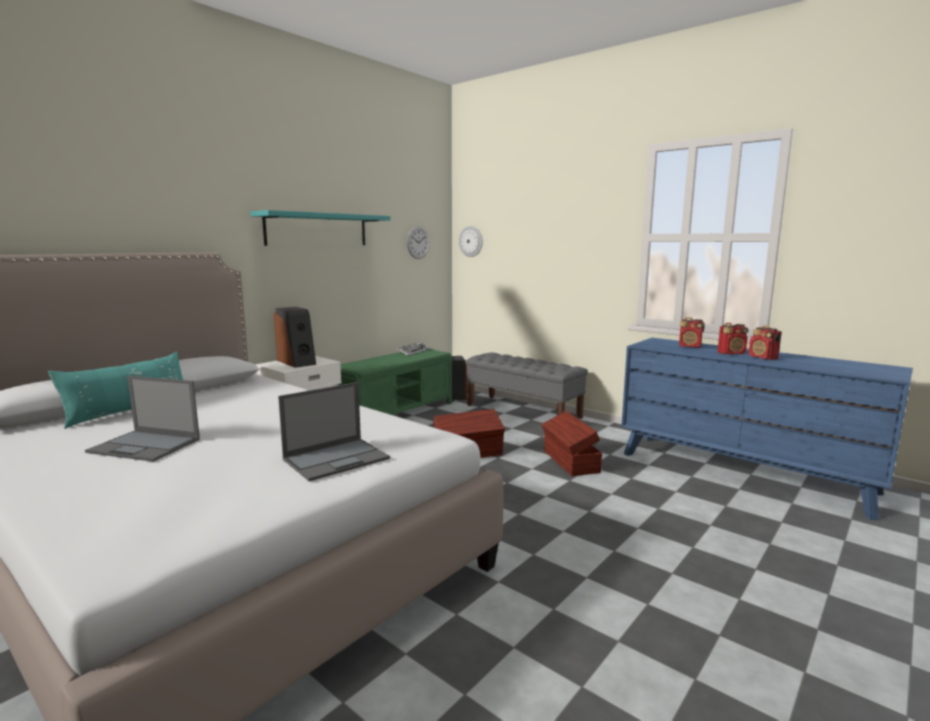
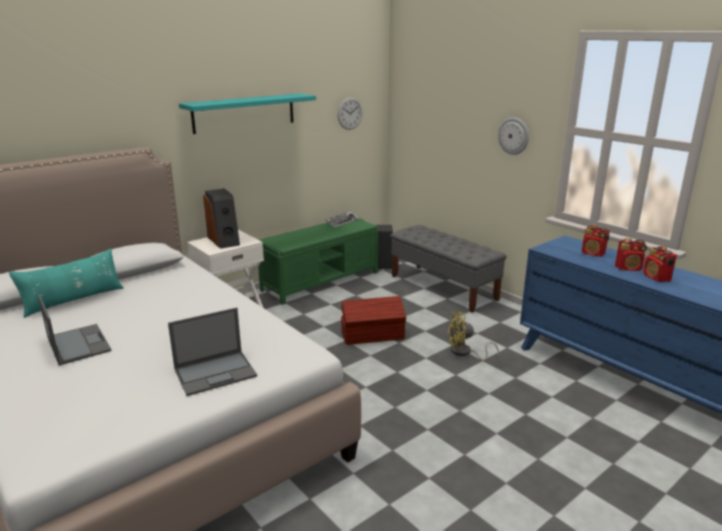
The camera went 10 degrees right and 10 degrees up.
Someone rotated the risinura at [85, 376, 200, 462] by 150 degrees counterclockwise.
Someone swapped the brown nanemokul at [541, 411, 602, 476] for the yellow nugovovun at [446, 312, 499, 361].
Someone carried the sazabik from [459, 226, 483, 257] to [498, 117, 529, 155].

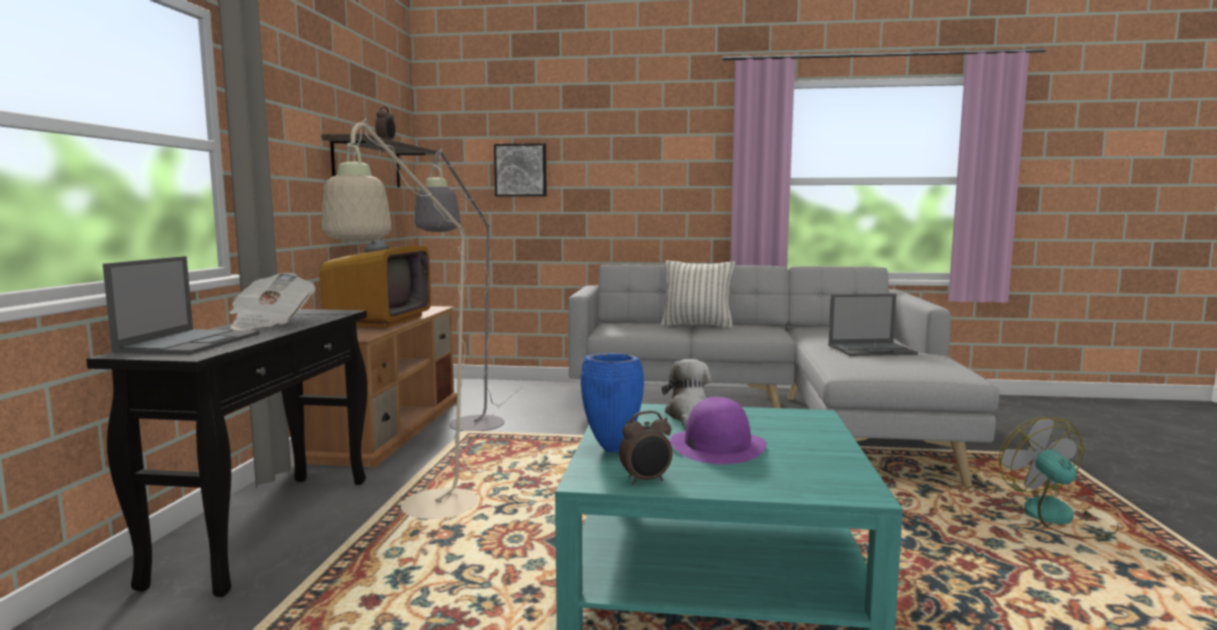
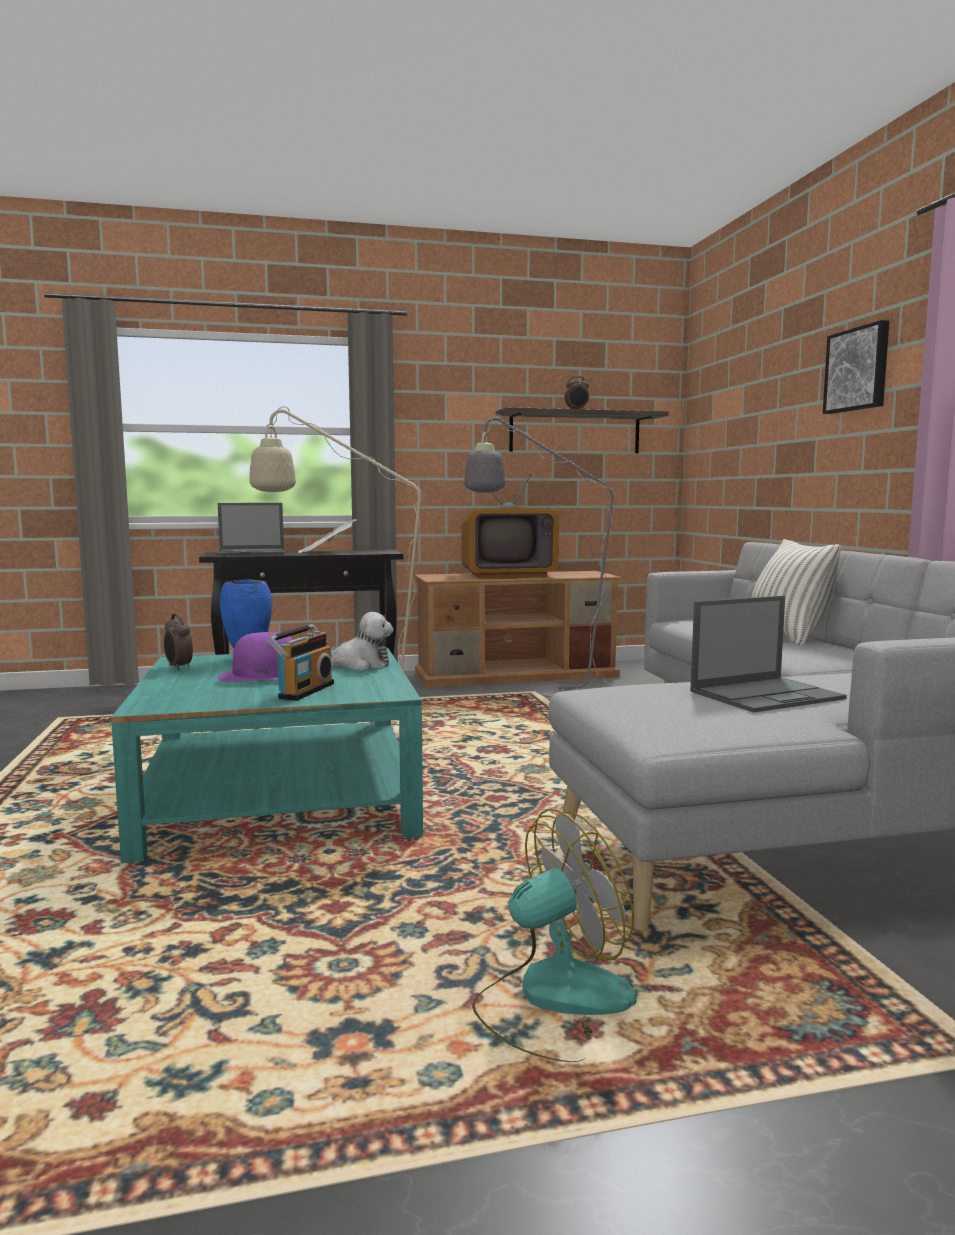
The camera went 70 degrees right and 0 degrees up.
Someone put down the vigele at [267, 624, 334, 701].
Someone rotated the risinura at [828, 294, 918, 356] by 90 degrees counterclockwise.
Someone carried the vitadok from [494, 143, 547, 196] to [823, 320, 889, 414].

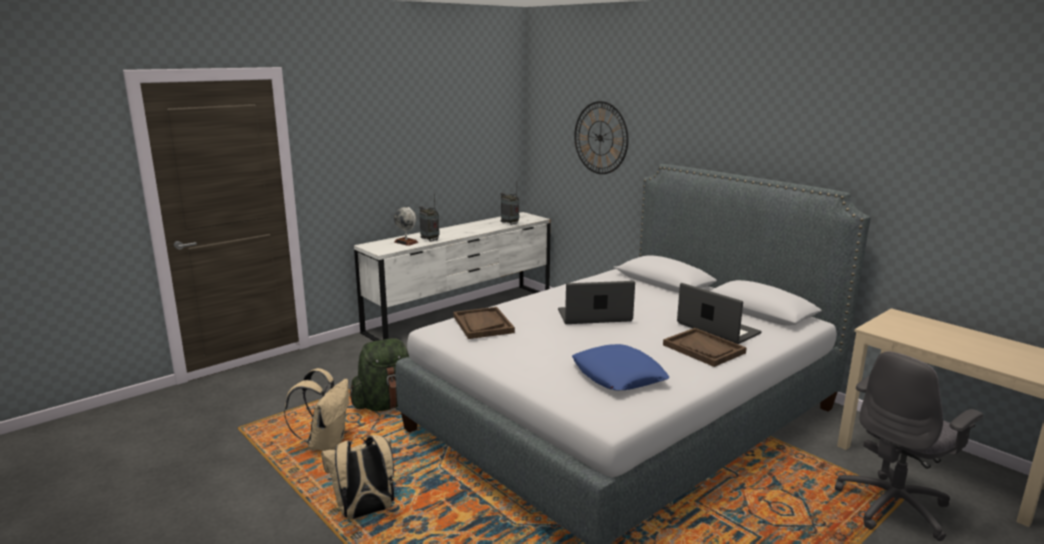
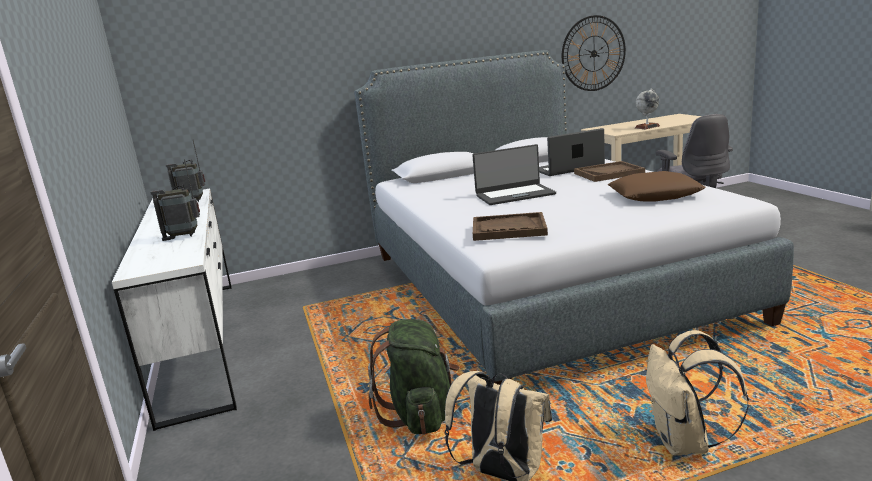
The camera went 65 degrees left and 0 degrees up.
Someone rotated the risinura at [558, 281, 635, 324] by 120 degrees counterclockwise.
Someone carried the sazabik from [574, 101, 628, 174] to [562, 15, 626, 91].
Someone repainted the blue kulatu at [572, 344, 670, 390], which became the brown kulatu at [608, 171, 706, 202].
Someone carried the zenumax from [394, 207, 418, 246] to [635, 89, 660, 129].

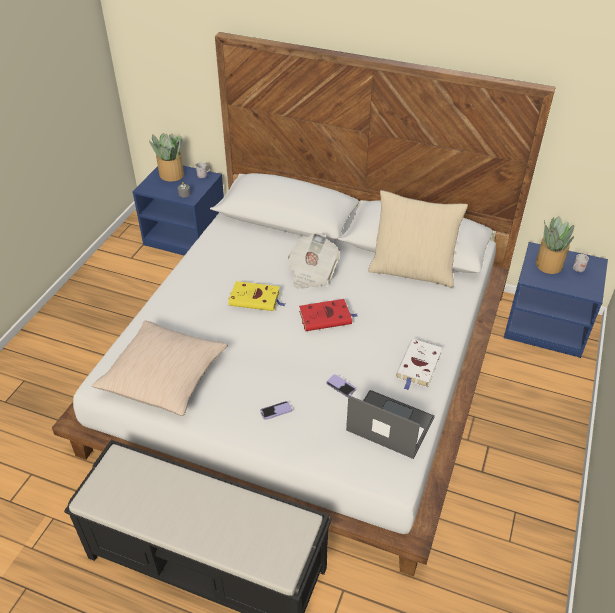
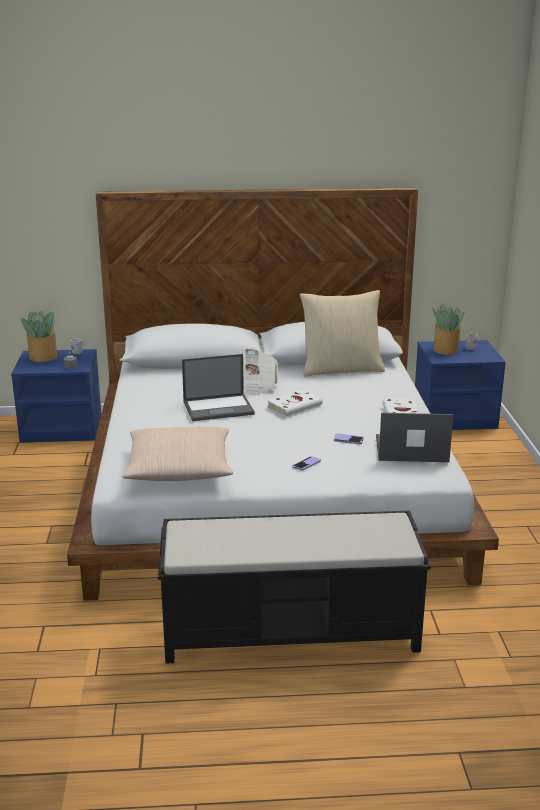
The camera went 25 degrees left and 20 degrees down.
Someone swapped the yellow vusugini at [228, 281, 285, 311] for the risinura at [182, 354, 255, 421].
Someone repainted the red vusugini at [299, 299, 357, 331], which became the white vusugini at [267, 389, 322, 417].

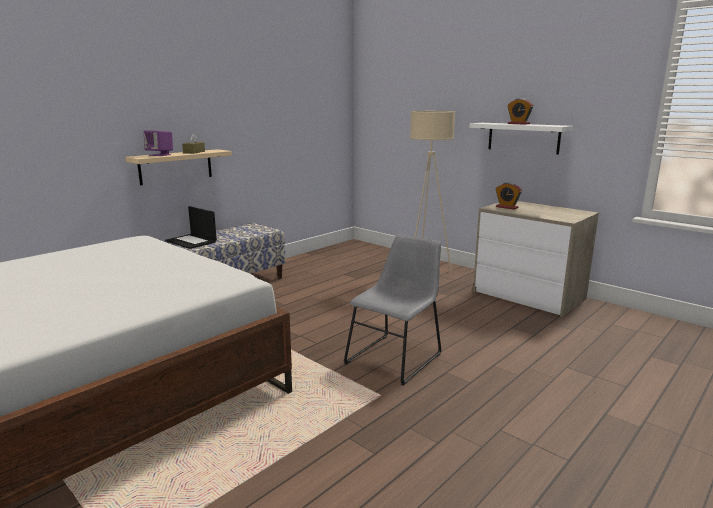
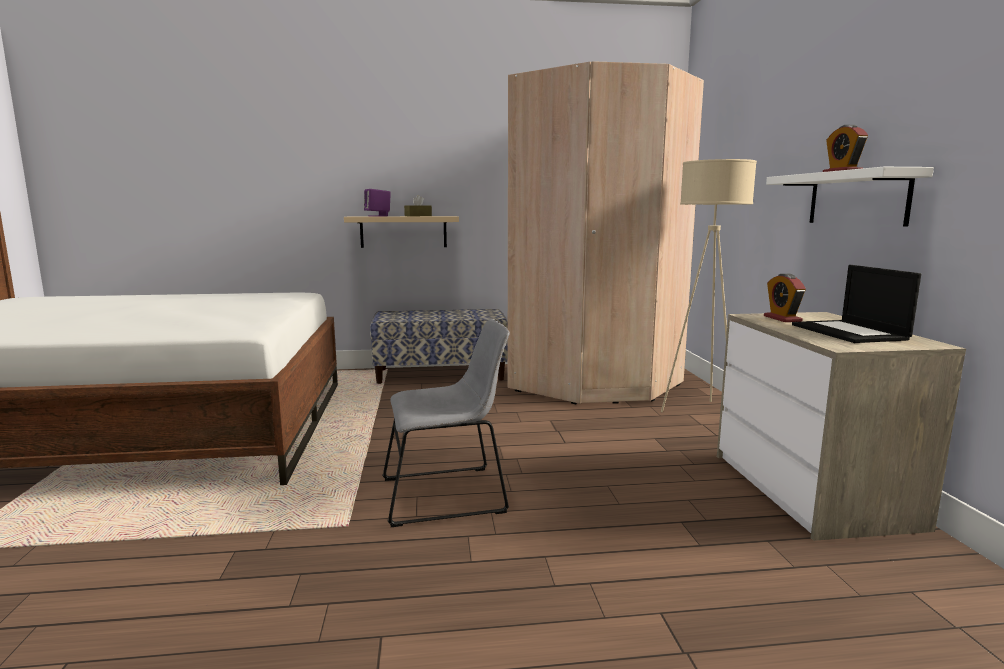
The camera went 40 degrees right and 5 degrees down.
Someone put down the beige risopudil at [507, 61, 704, 405].
Someone carried the risinura from [165, 206, 217, 249] to [792, 265, 921, 343].

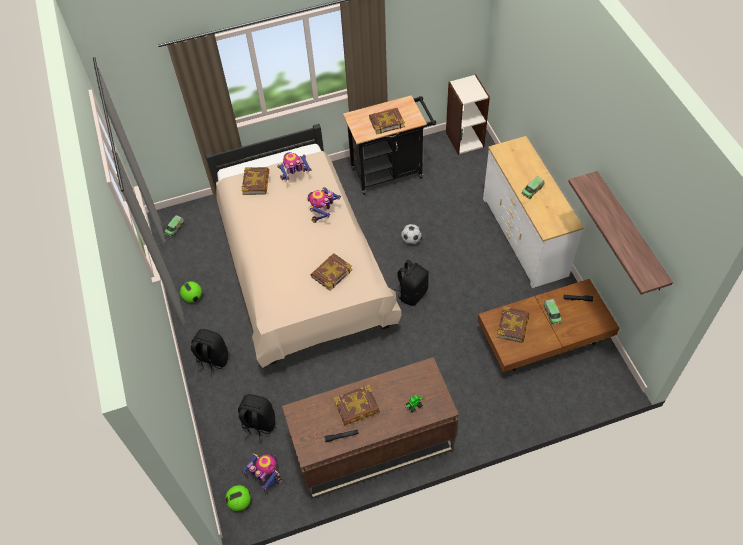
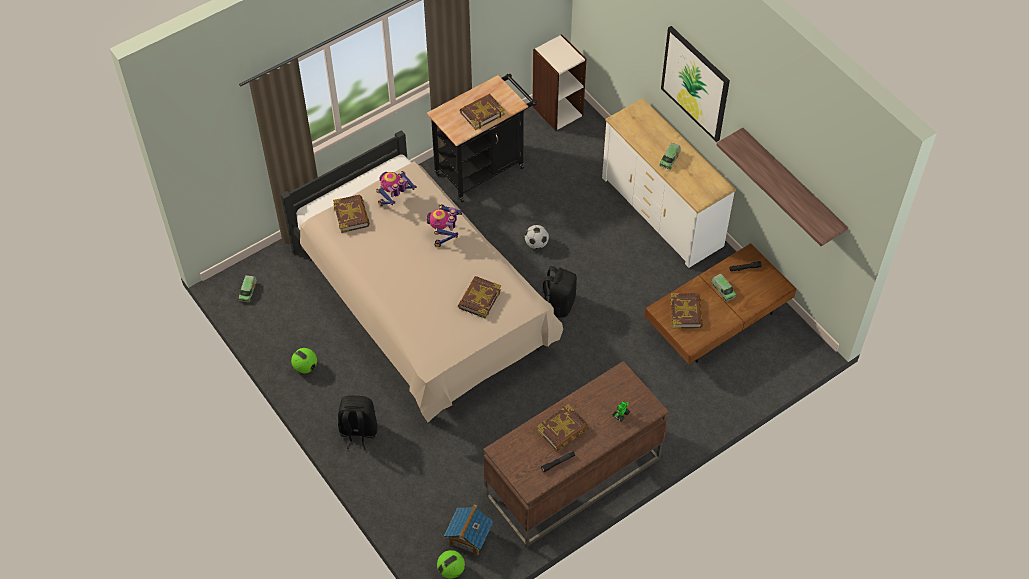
The camera went 20 degrees left and 0 degrees up.
Someone swapped the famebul at [242, 453, 282, 491] for the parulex at [444, 505, 493, 556].
Someone put up the vitadok at [661, 26, 730, 142].
Someone took away the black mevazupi at [238, 394, 276, 444].

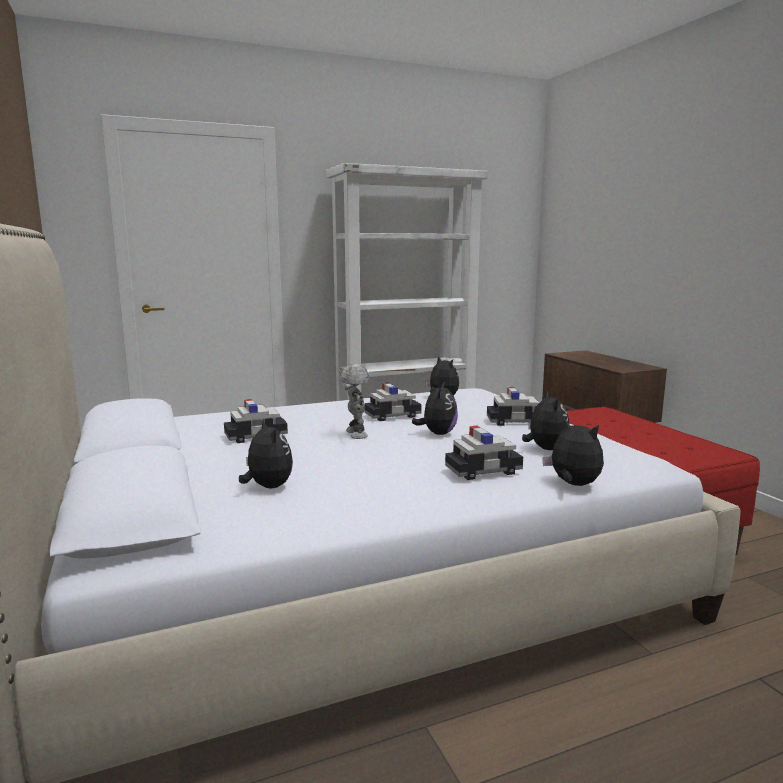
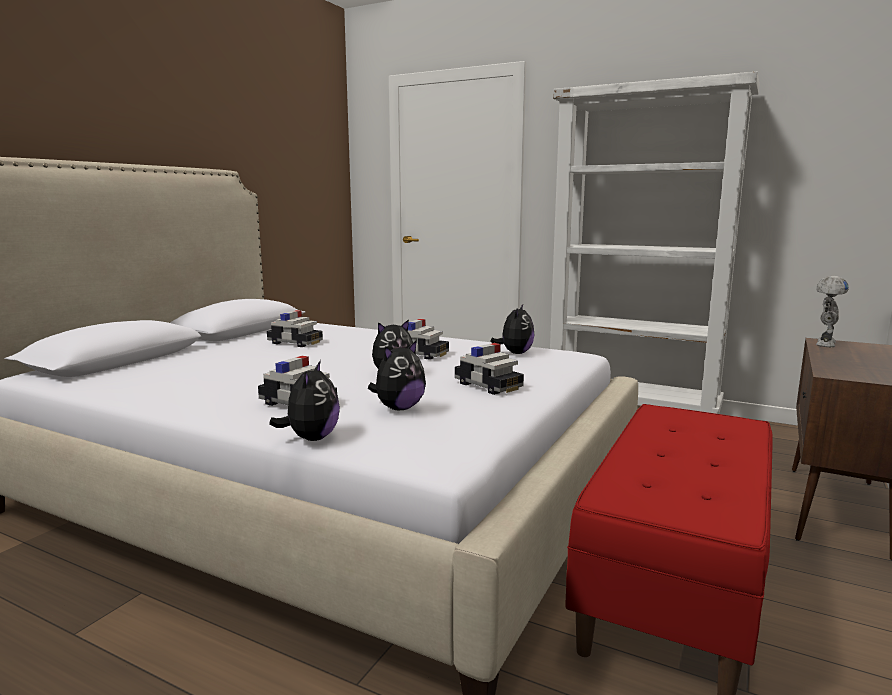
The camera went 50 degrees right and 0 degrees up.
Someone carried the famebul from [340, 364, 369, 439] to [816, 276, 849, 347].
Someone took away the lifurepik at [239, 419, 293, 488].

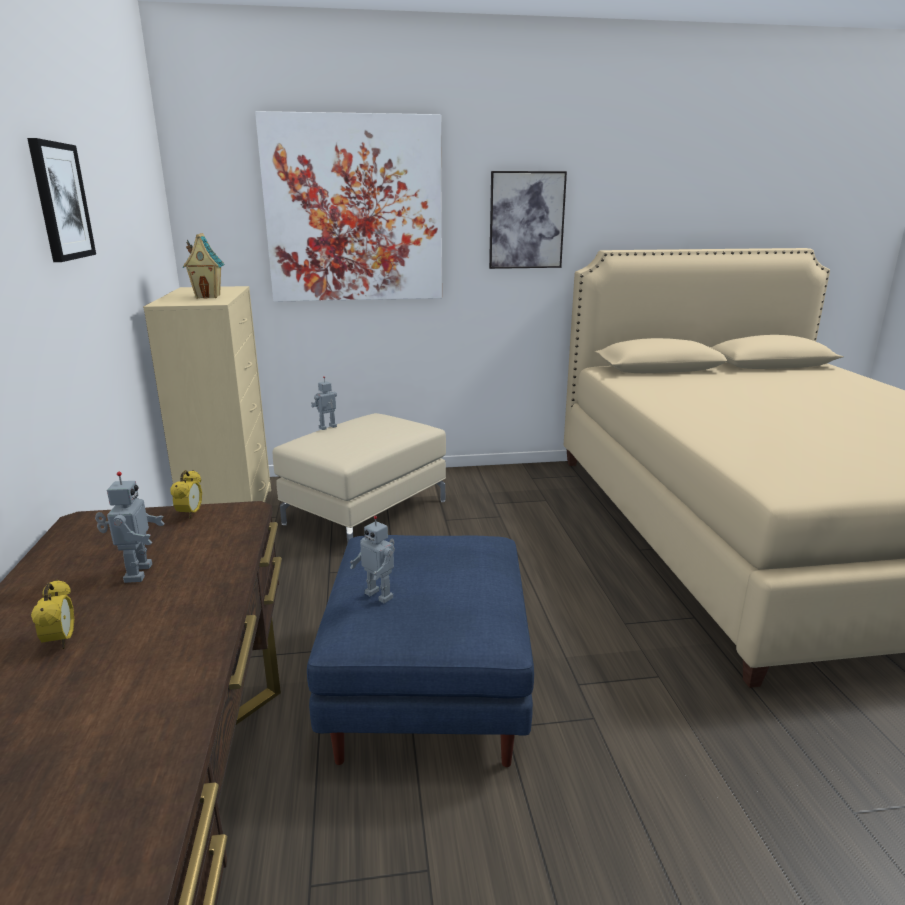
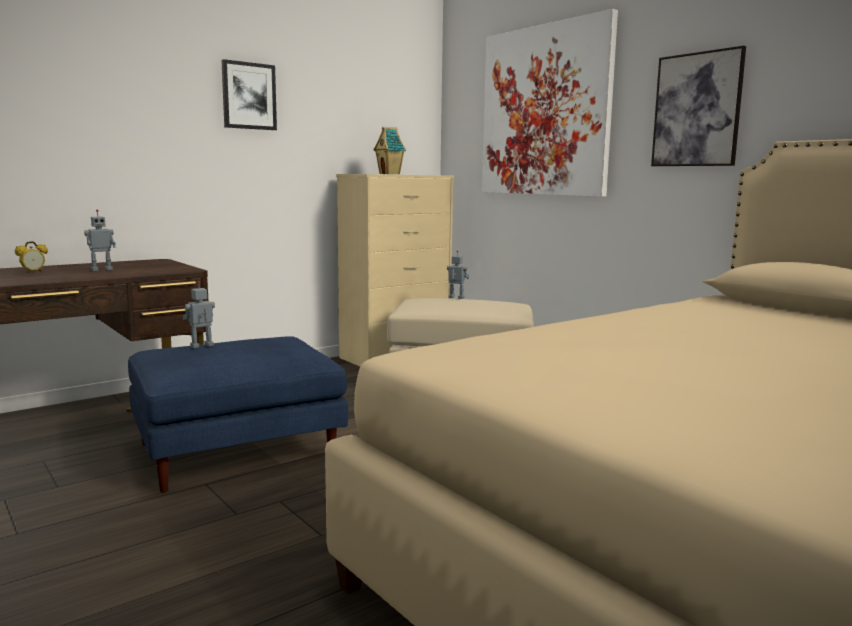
The camera went 60 degrees right and 10 degrees down.
Someone rotated the famebul at [350, 516, 395, 603] by 45 degrees clockwise.
Someone took away the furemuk at [170, 470, 202, 519].

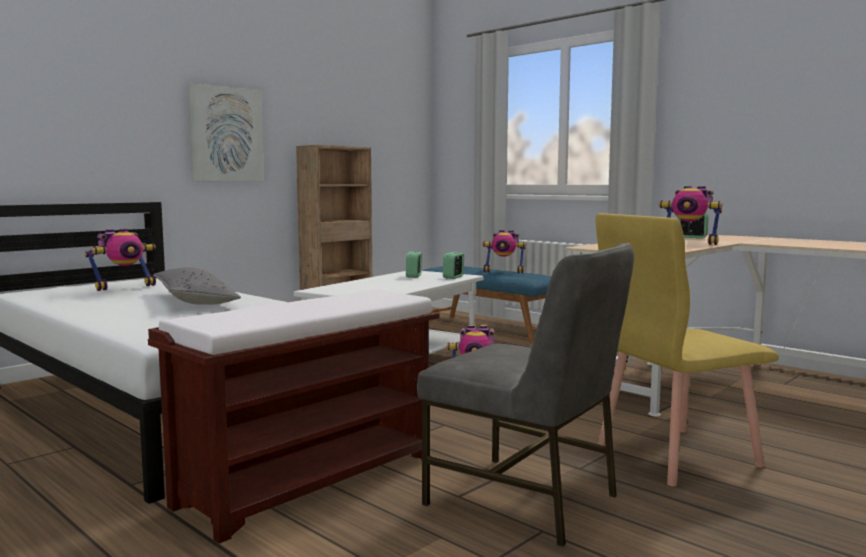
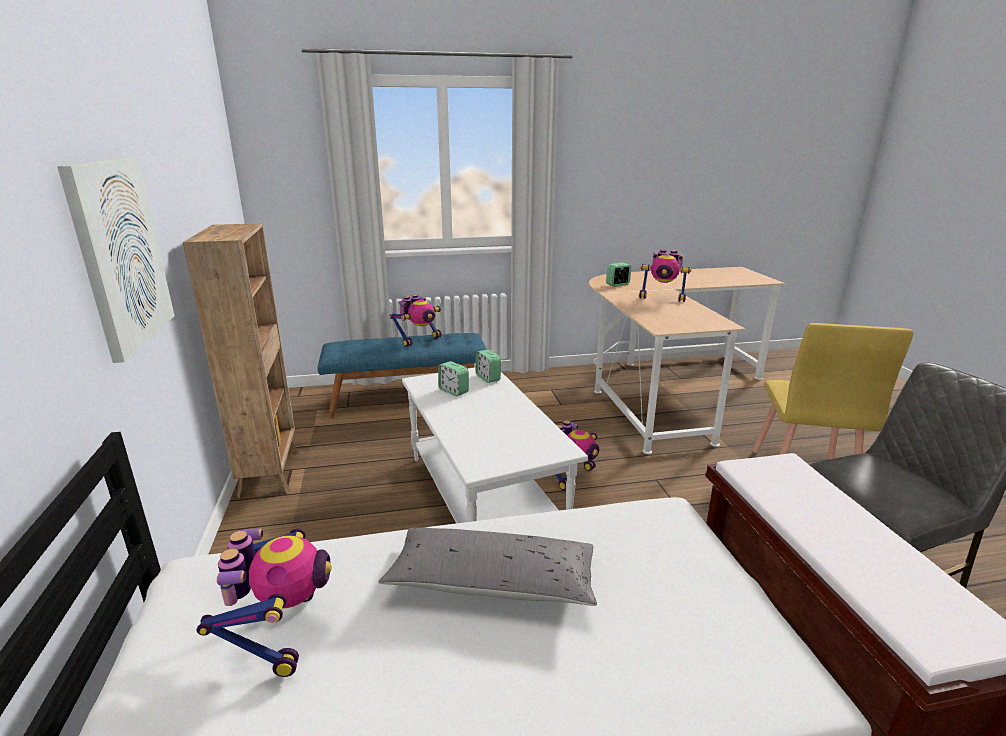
The camera went 55 degrees left and 15 degrees up.
Someone rotated the famebul at [658, 186, 723, 245] by 45 degrees clockwise.

